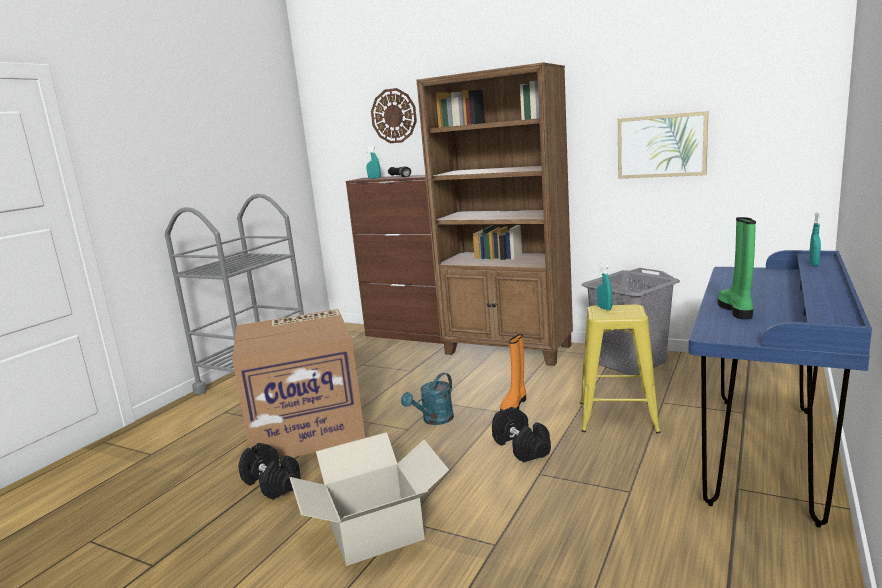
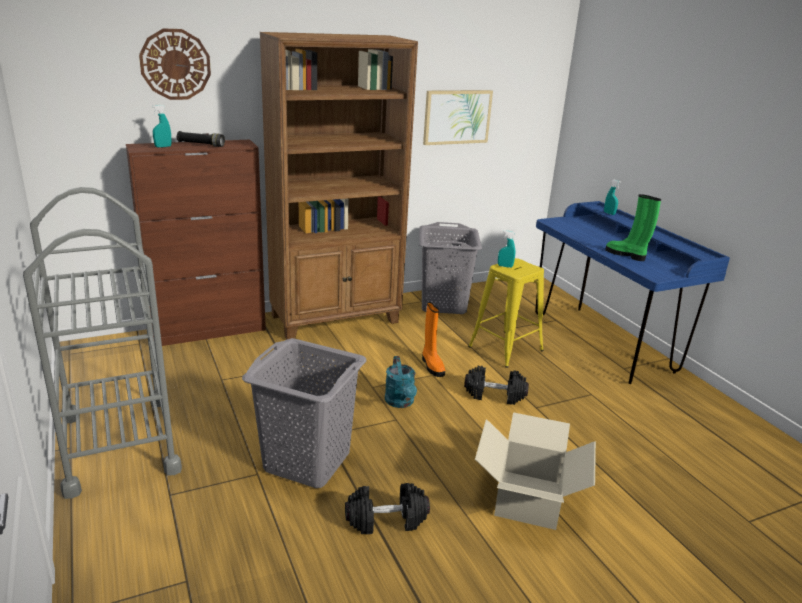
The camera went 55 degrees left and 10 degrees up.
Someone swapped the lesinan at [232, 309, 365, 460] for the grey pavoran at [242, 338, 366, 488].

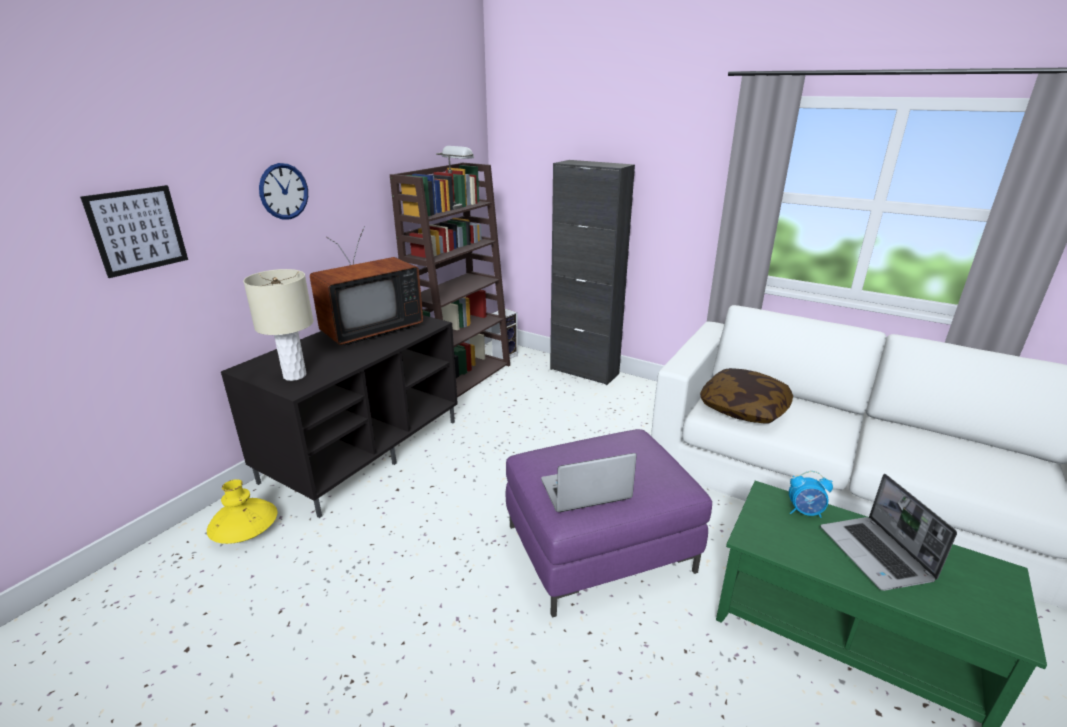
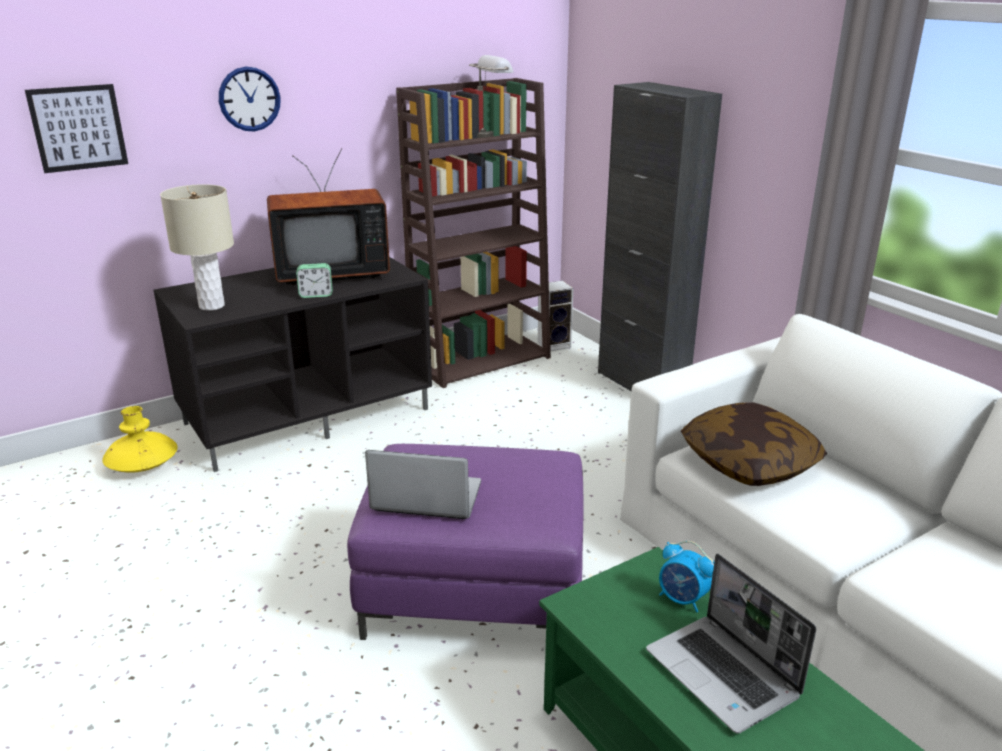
The camera went 25 degrees right and 0 degrees up.
Someone put down the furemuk at [296, 263, 332, 298].
Someone rotated the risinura at [820, 474, 957, 591] by 45 degrees counterclockwise.

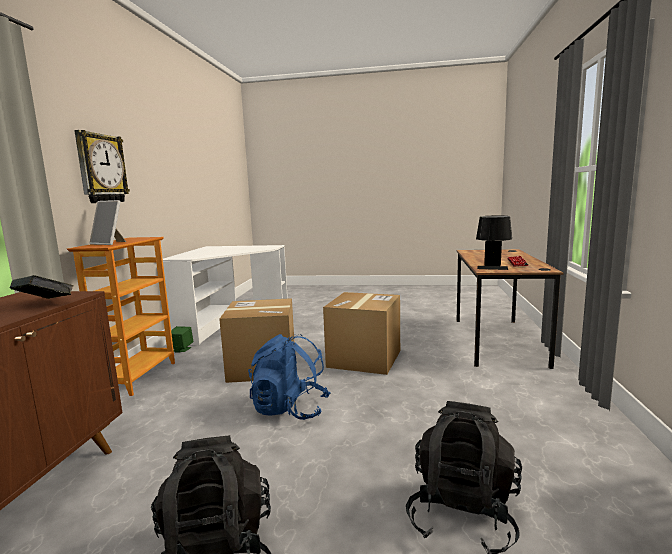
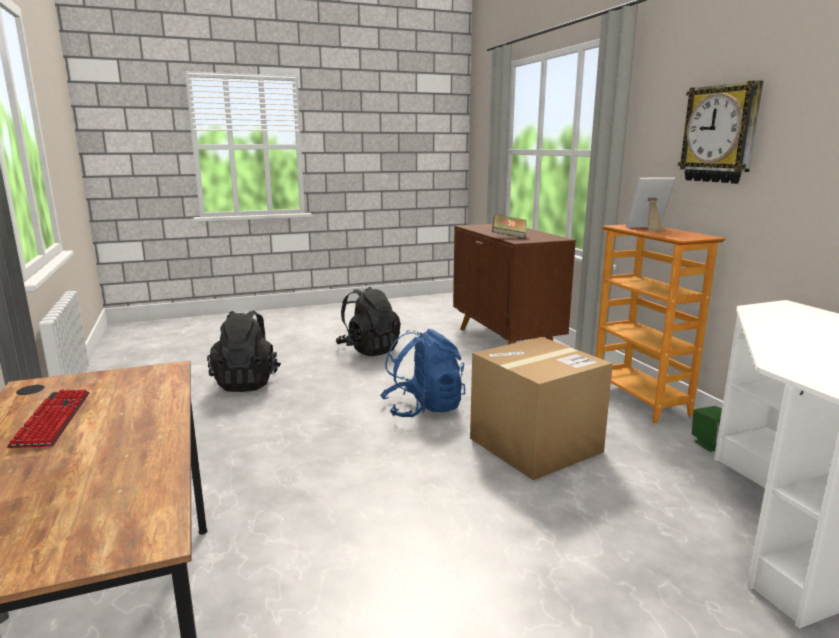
The camera went 150 degrees right and 5 degrees up.
Someone took away the lesinan at [323, 292, 400, 375].
Someone took away the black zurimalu at [476, 216, 512, 270].

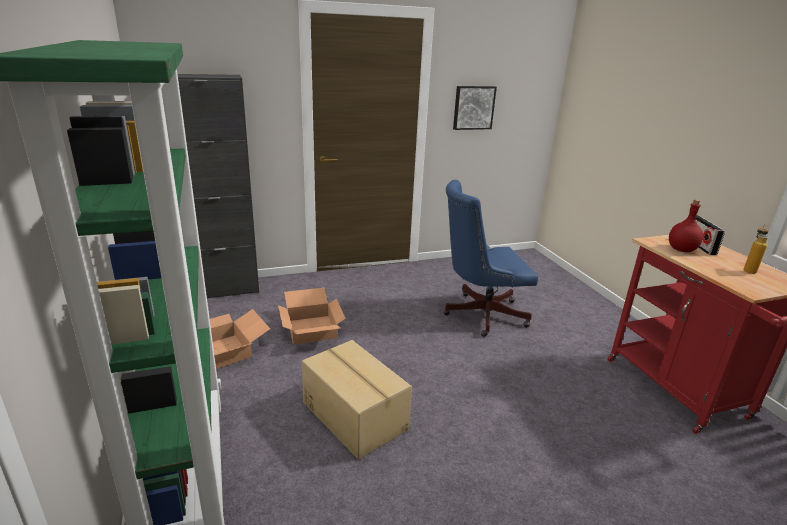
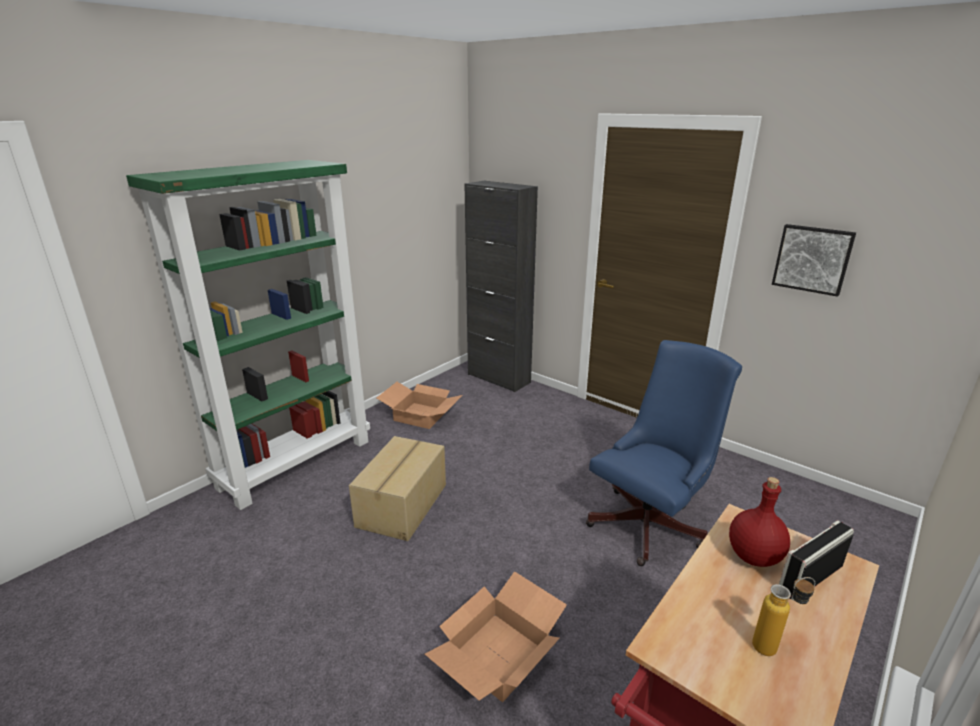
The camera went 60 degrees right and 0 degrees up.
Someone carried the lesinan from [278, 288, 346, 344] to [425, 571, 567, 702].
Someone rotated the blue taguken at [444, 180, 538, 337] by 90 degrees clockwise.

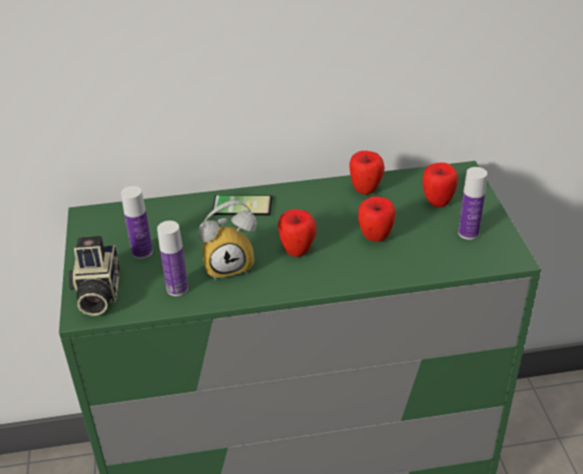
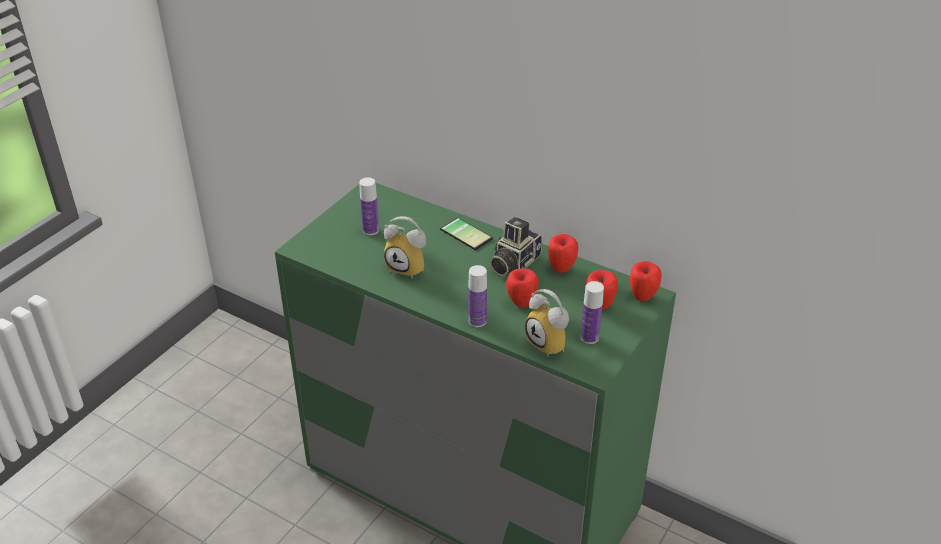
The camera went 40 degrees right and 0 degrees up.
Someone carried the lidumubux from [157, 221, 188, 296] to [468, 265, 487, 327].
Someone carried the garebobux from [69, 236, 120, 316] to [490, 217, 542, 276].
Someone put down the furemuk at [525, 289, 569, 357].
Someone carried the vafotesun from [278, 209, 316, 257] to [630, 261, 662, 301].

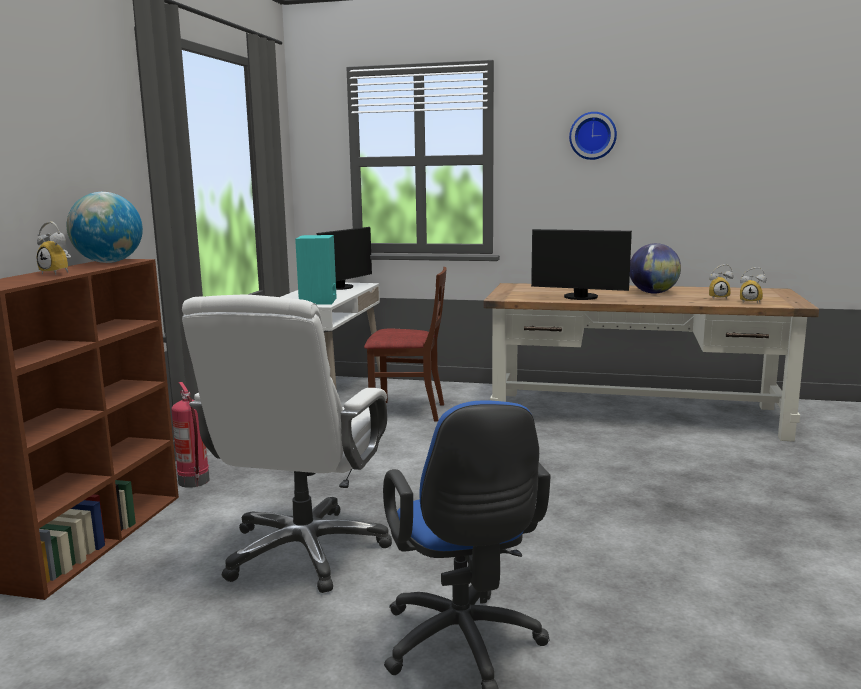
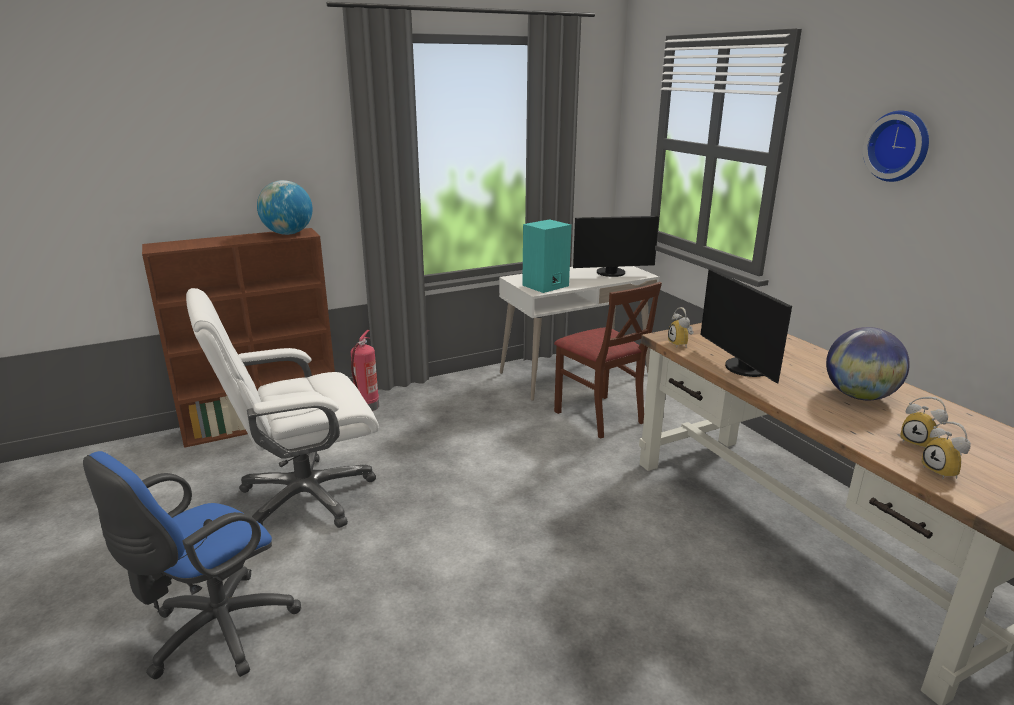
The camera went 50 degrees right and 10 degrees up.
Someone carried the furemuk from [37, 222, 71, 275] to [668, 307, 694, 348].

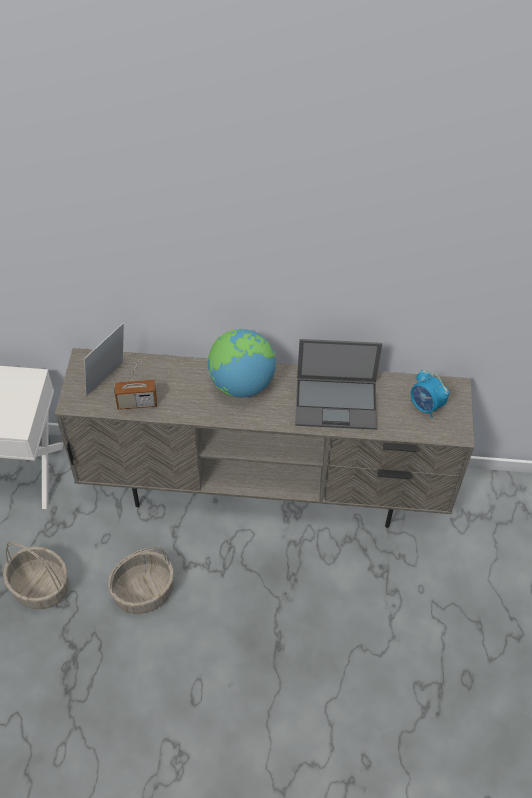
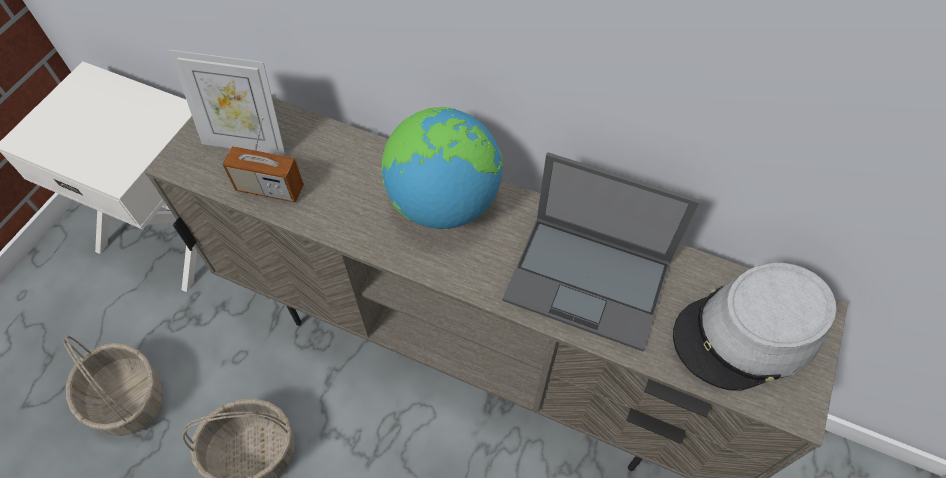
The camera went 20 degrees right and 5 degrees up.
Someone rotated the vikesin at [84, 323, 124, 396] by 135 degrees counterclockwise.
Someone swapped the furemuk at [411, 370, 450, 418] for the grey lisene at [673, 263, 836, 391].

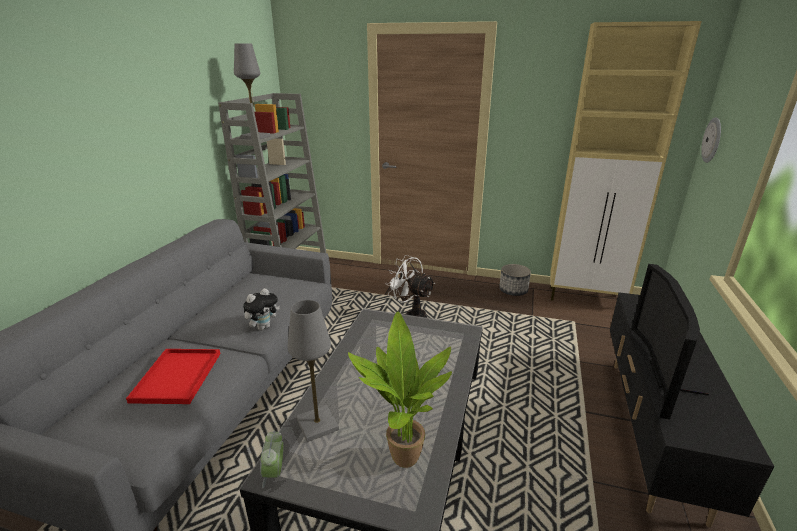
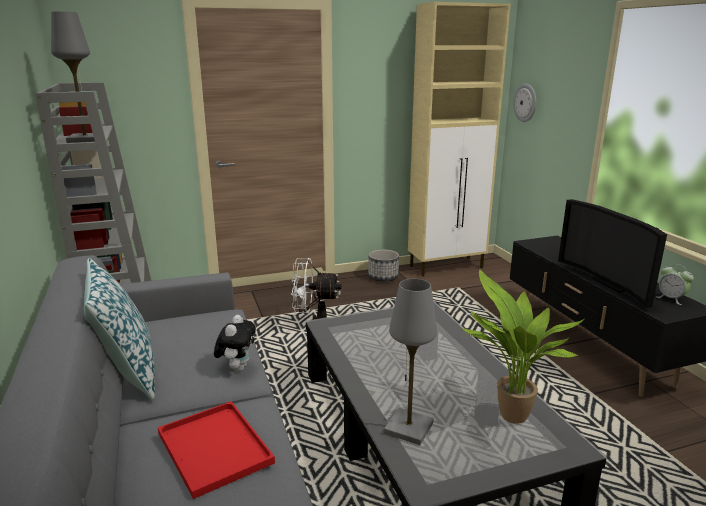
The camera went 35 degrees left and 5 degrees down.
Someone put down the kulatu at [84, 258, 155, 400].
Someone carried the furemuk from [260, 431, 284, 488] to [656, 264, 694, 305].

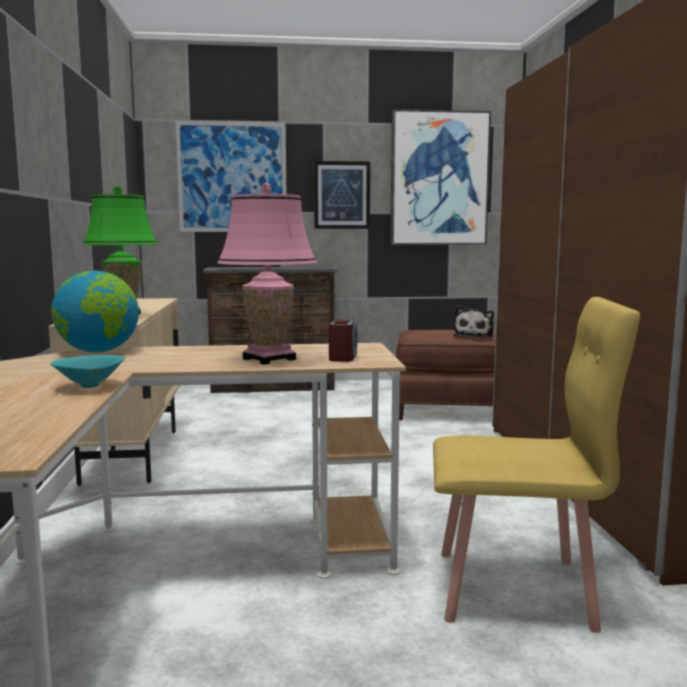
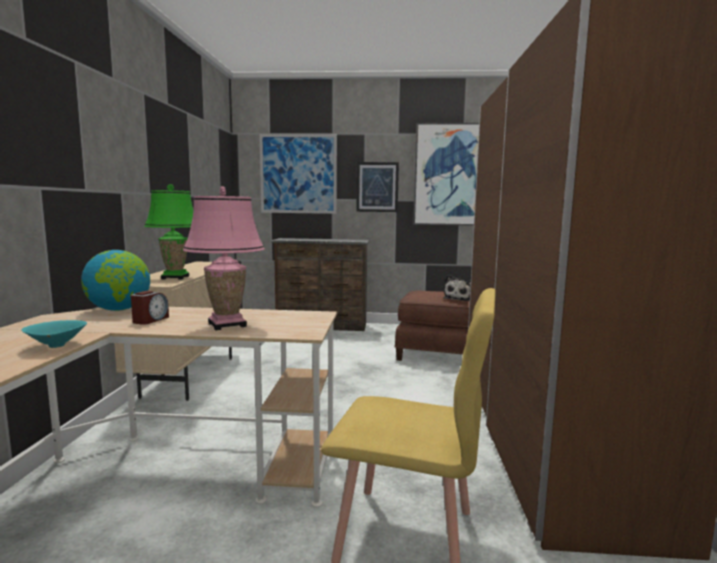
The camera went 10 degrees right and 0 degrees up.
Someone carried the furemuk from [329, 320, 358, 362] to [131, 291, 169, 325].

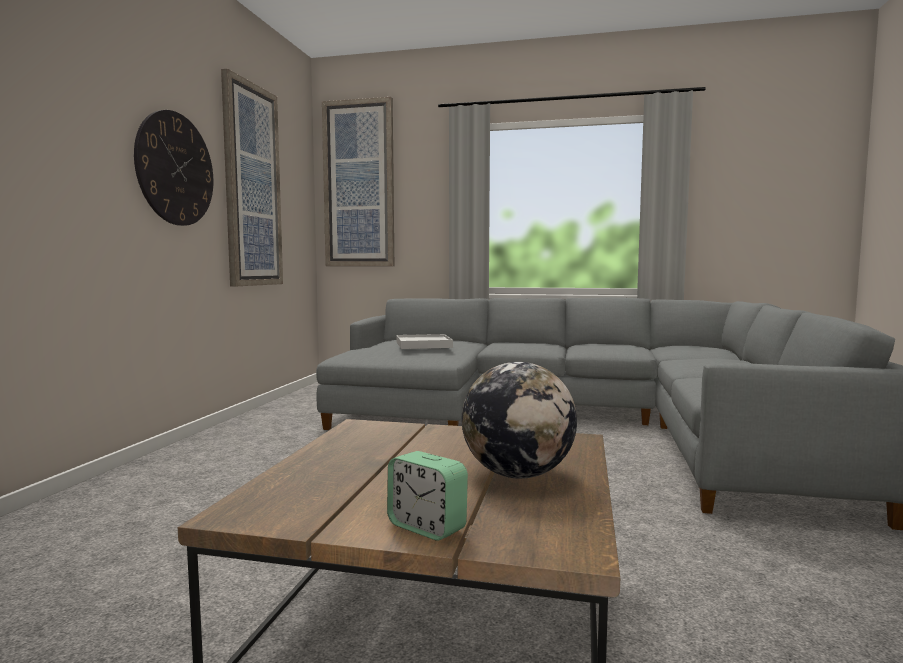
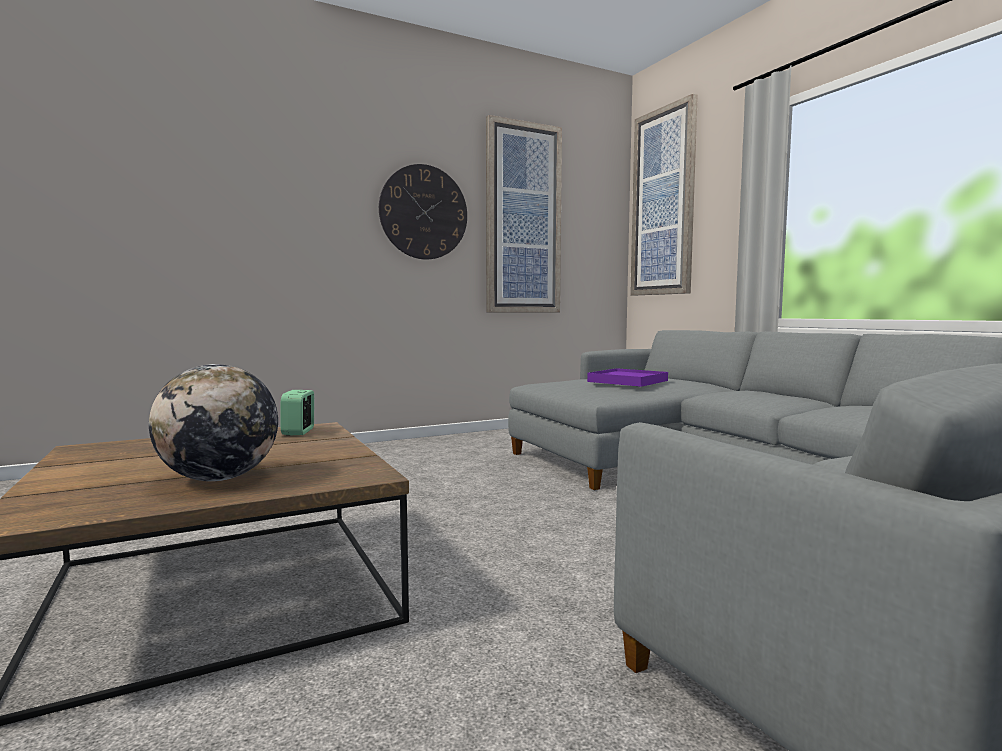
The camera went 50 degrees right and 0 degrees up.
Someone carried the furemuk from [387, 451, 468, 541] to [281, 390, 314, 435].
Someone repainted the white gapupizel at [397, 334, 453, 349], which became the purple gapupizel at [587, 368, 668, 387].

